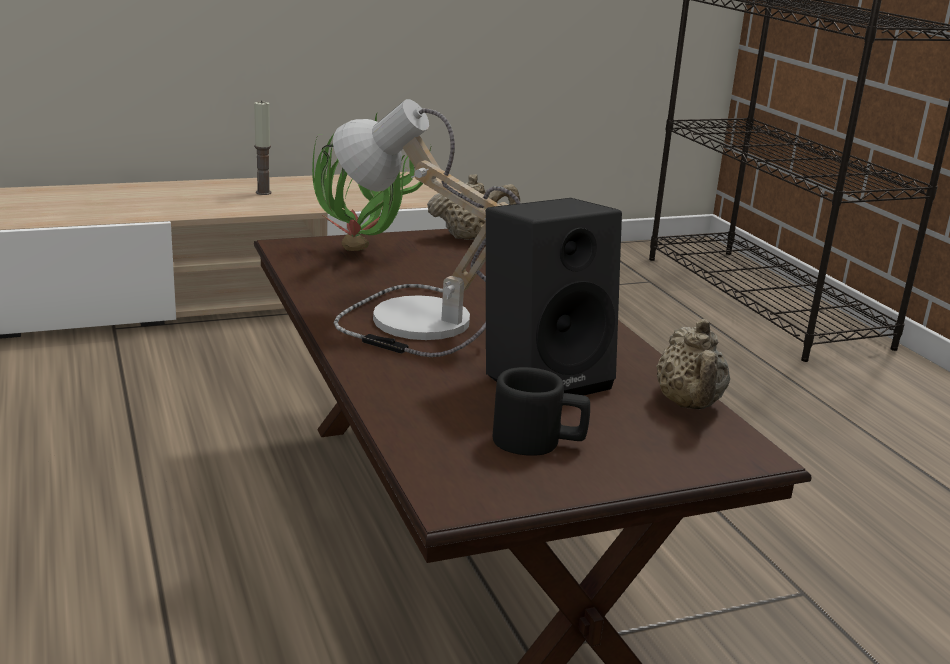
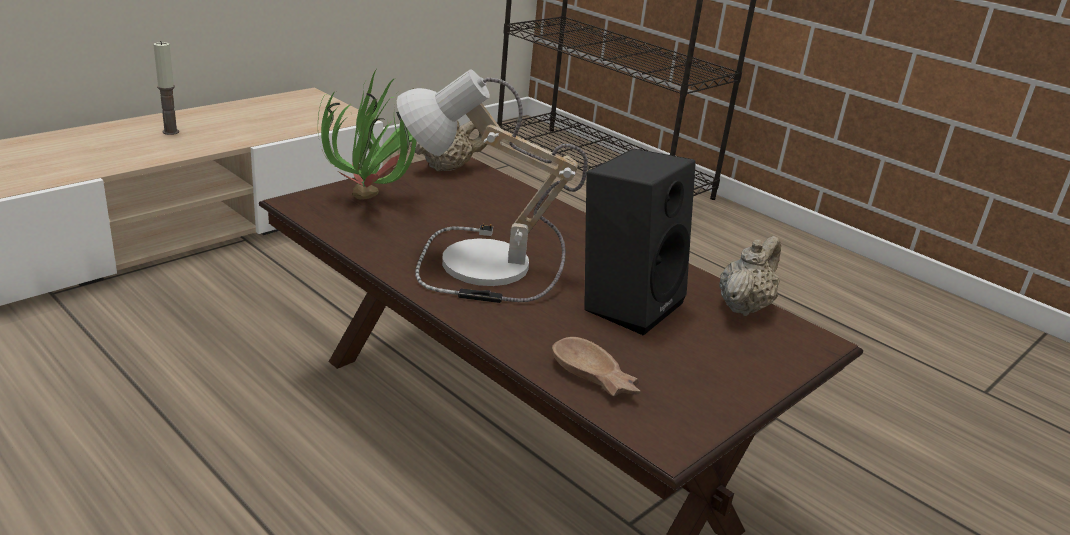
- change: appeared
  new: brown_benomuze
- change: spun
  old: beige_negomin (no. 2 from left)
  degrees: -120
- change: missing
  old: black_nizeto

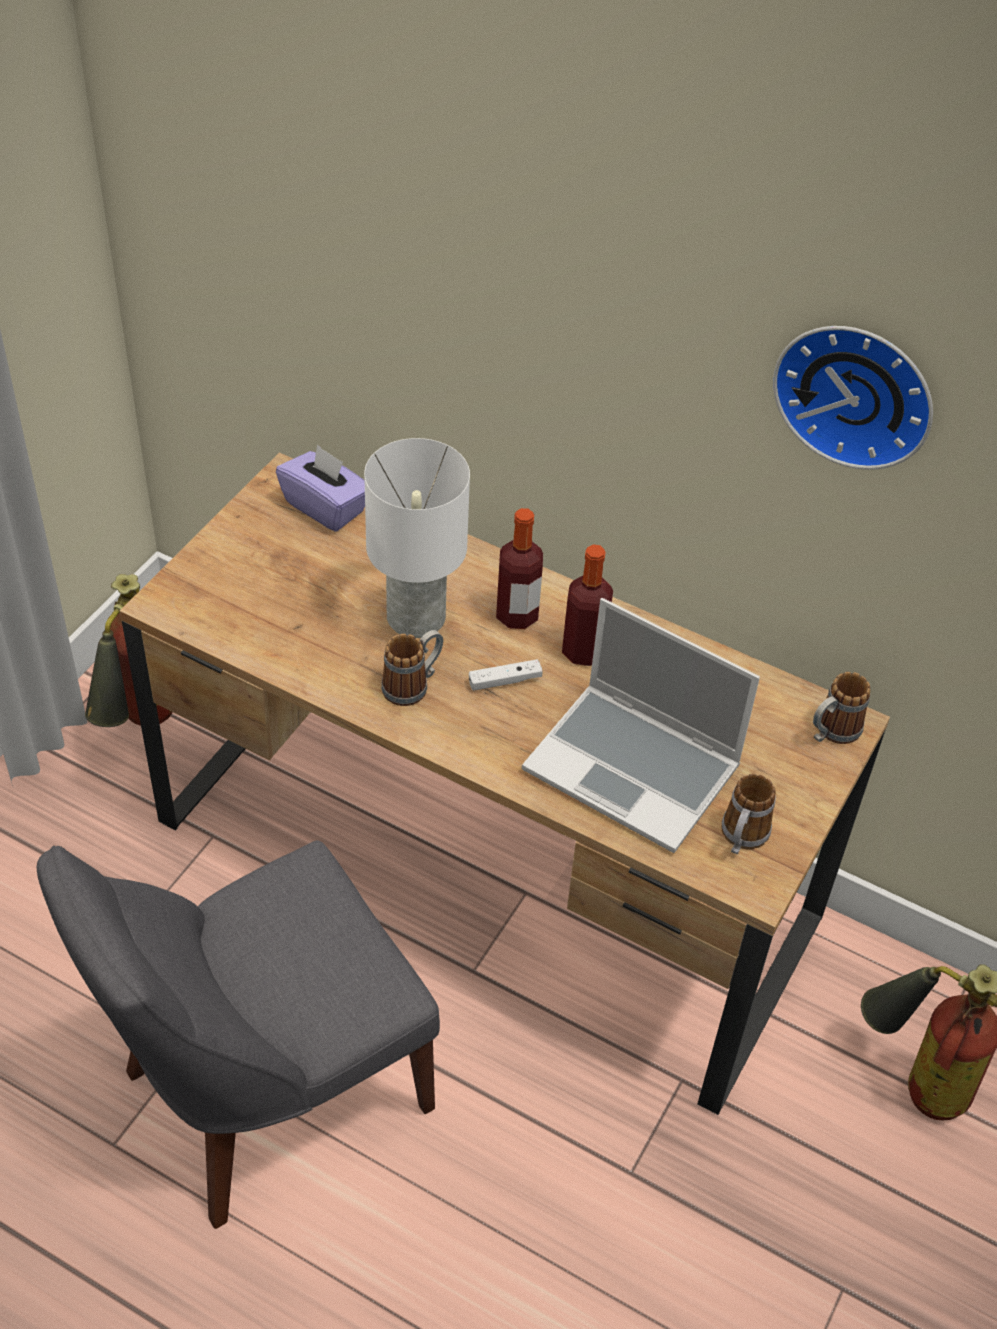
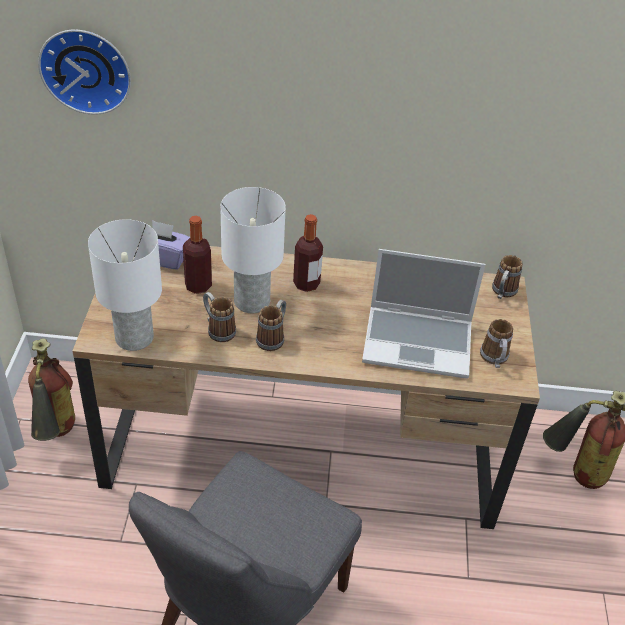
- change: relocated
  old: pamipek
- change: appeared
  new: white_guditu (no. 1 from left)
- change: relocated
  old: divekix (no. 2 from left in the first image)
  new: divekix (no. 1 from left)
- change: appeared
  new: nizeto (no. 1 from left)
- change: missing
  old: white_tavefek

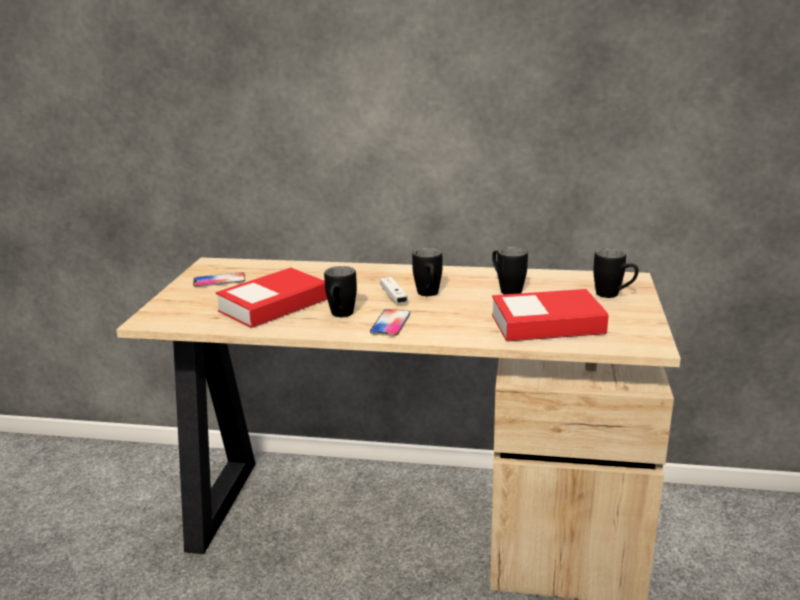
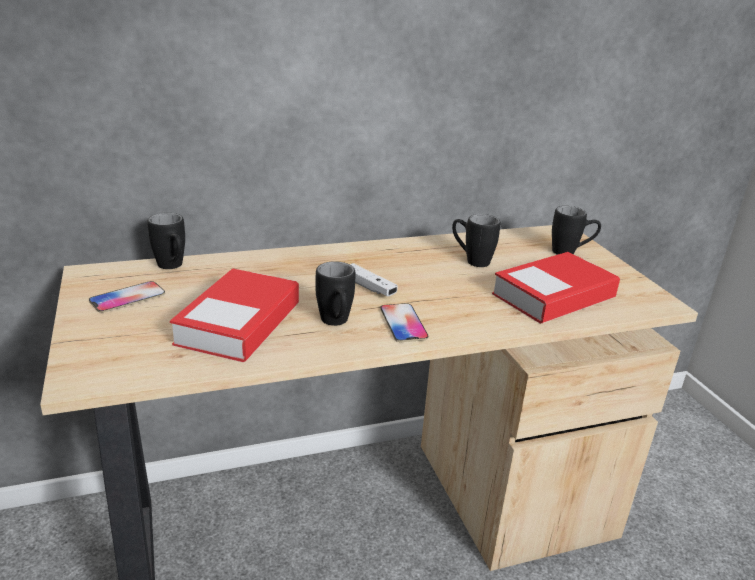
- change: relocated
  old: black_nizeto (no. 2 from left in the first image)
  new: black_nizeto (no. 1 from left)

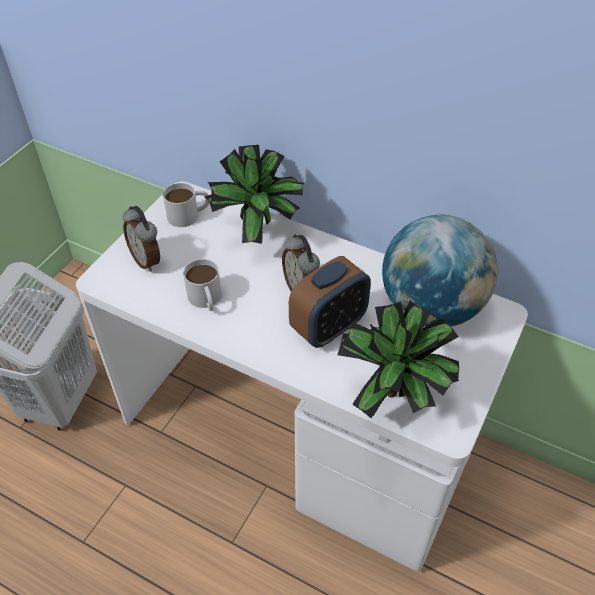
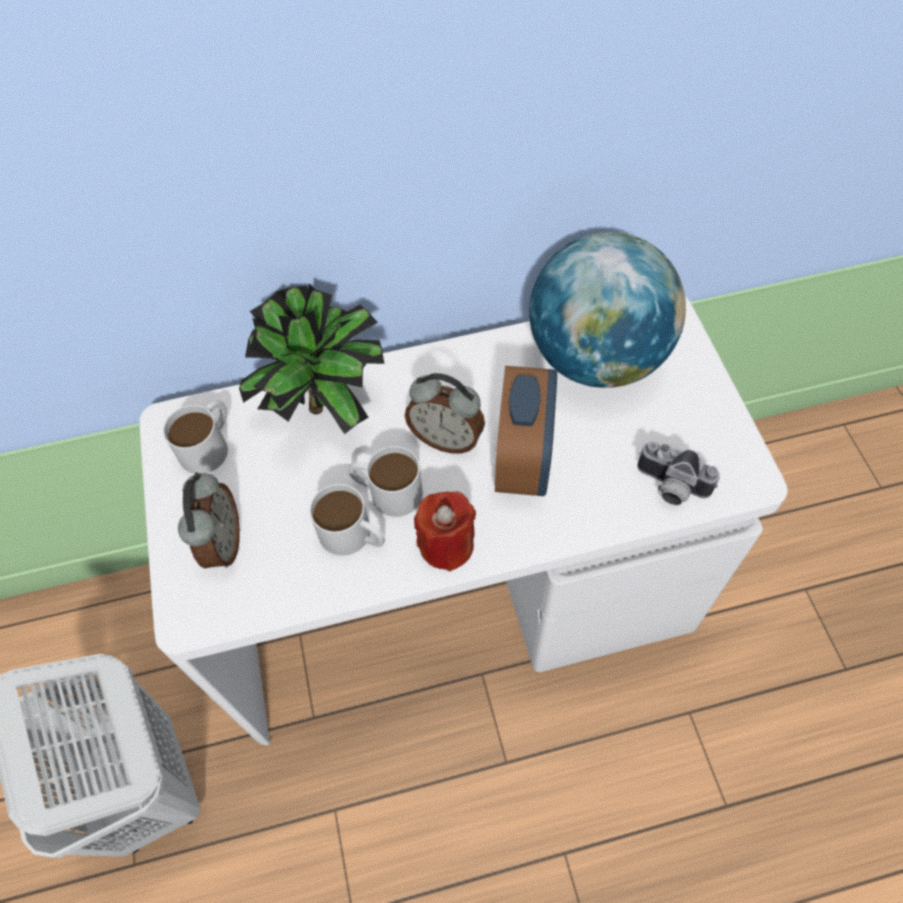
- change: spun
  old: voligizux (no. 1 from left)
  degrees: -105
- change: appeared
  new: white_nizeto (no. 3 from left)
- change: appeared
  new: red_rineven
- change: exchanged
  old: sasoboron (no. 2 from left)
  new: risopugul

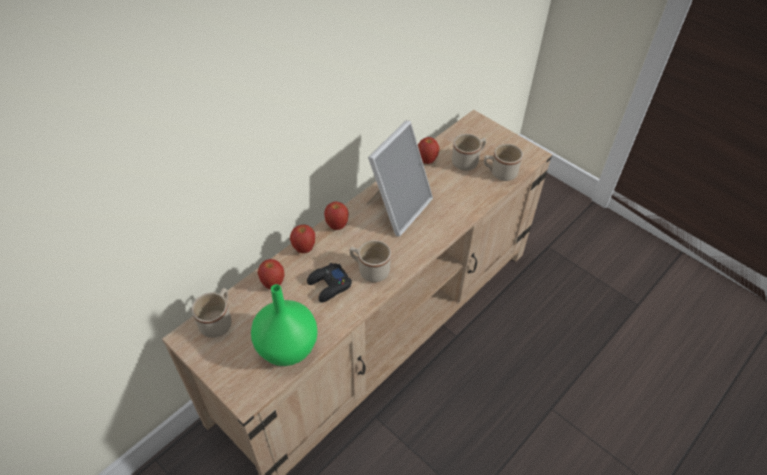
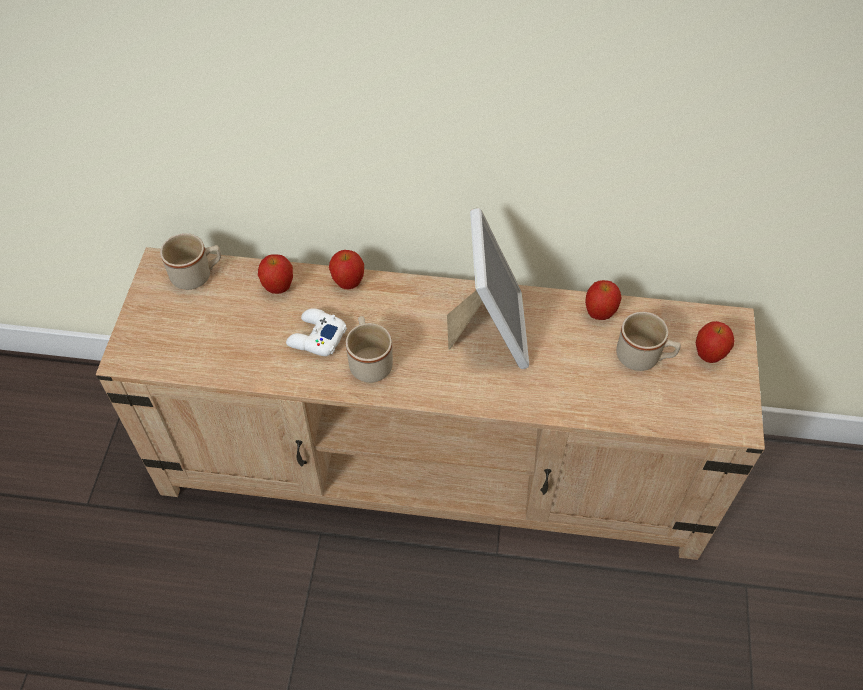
- change: colour
  old: black_tavefek
  new: white_tavefek
- change: spun
  old: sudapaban
  degrees: -90
- change: relocated
  old: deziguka (no. 3 from left in the first image)
  new: deziguka (no. 4 from left)
- change: missing
  old: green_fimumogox
- change: missing
  old: beige_nizeto (no. 4 from left)

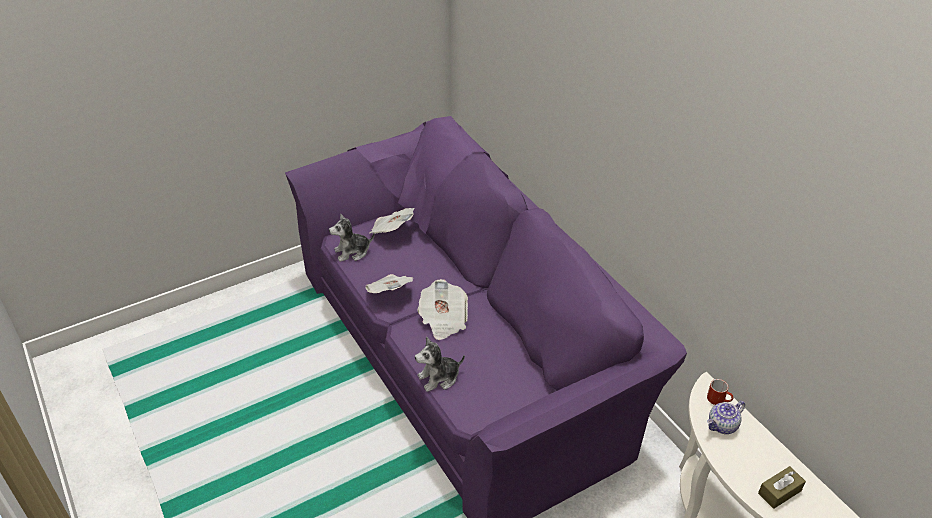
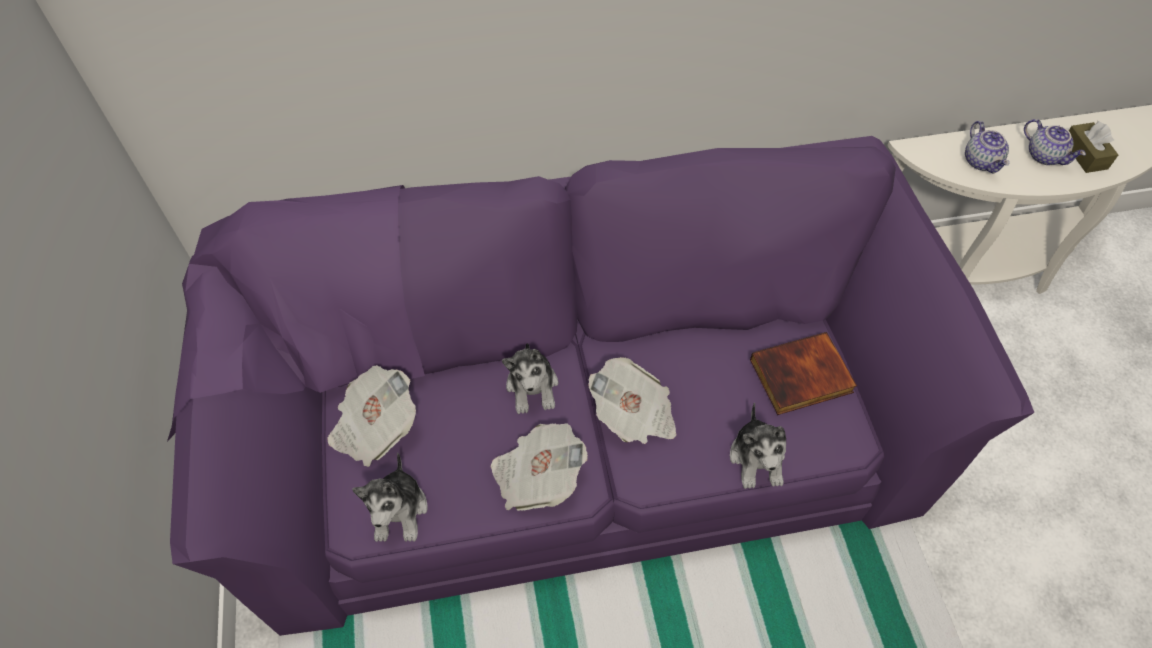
- change: appeared
  new: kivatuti (no. 2 from left)
- change: appeared
  new: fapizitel
- change: appeared
  new: negomin (no. 2 from left)
- change: missing
  old: red_nizeto

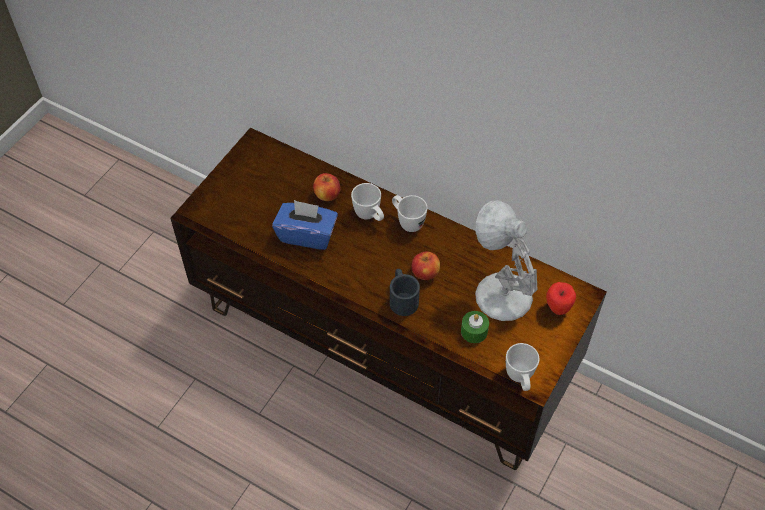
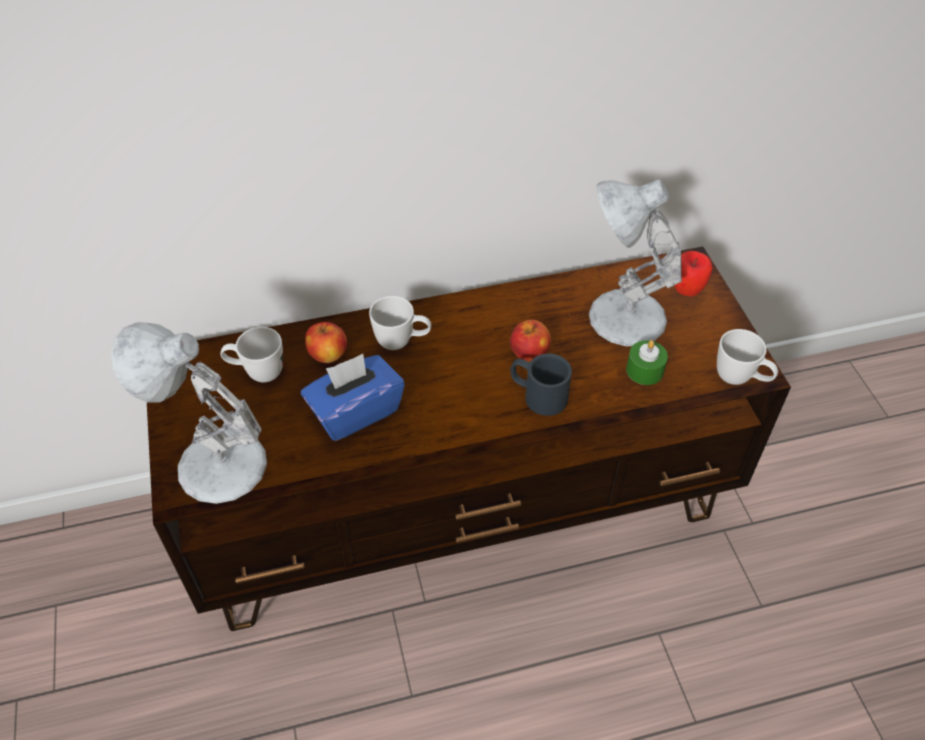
- change: appeared
  new: white_guditu (no. 1 from left)
- change: relocated
  old: white_nizeto (no. 2 from left in the first image)
  new: white_nizeto (no. 1 from left)

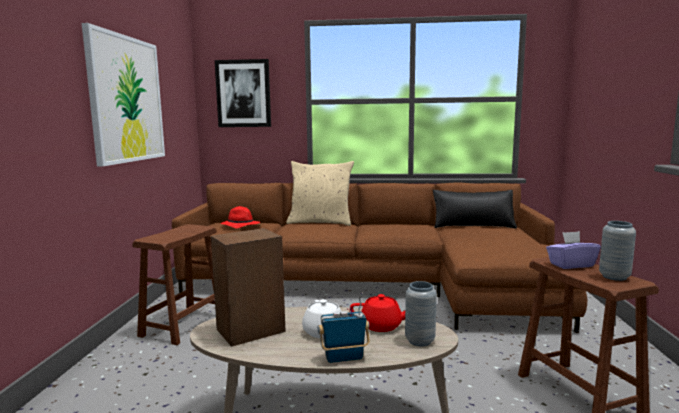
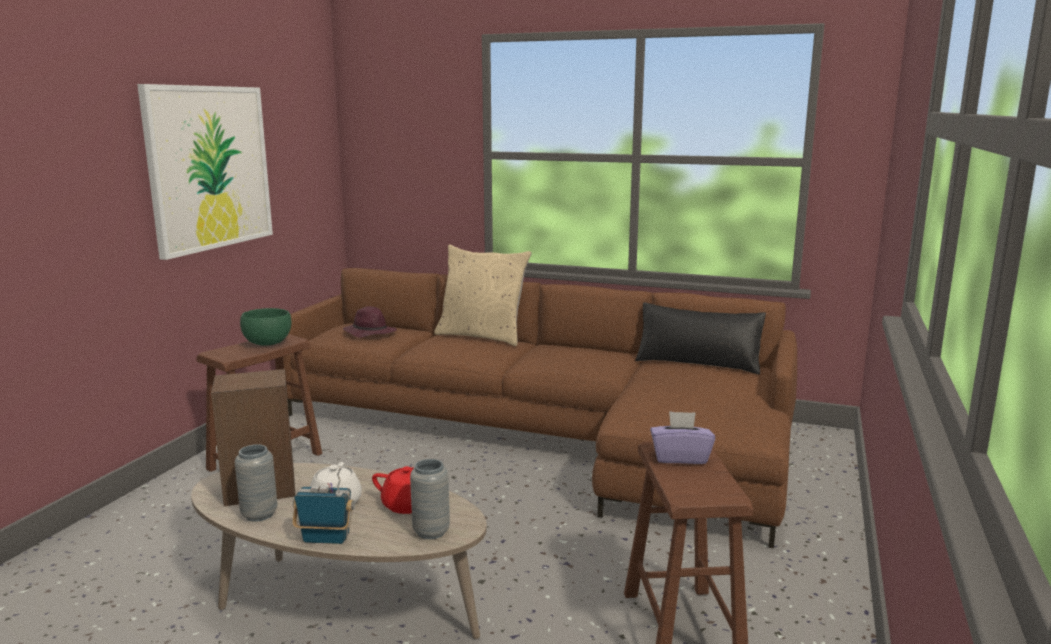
- change: relocated
  old: grey_fimumogox (no. 2 from left in the first image)
  new: grey_fimumogox (no. 1 from left)
- change: appeared
  new: green_benomuze
- change: colour
  old: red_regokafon
  new: purple_regokafon
- change: missing
  old: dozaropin (no. 2 from left)

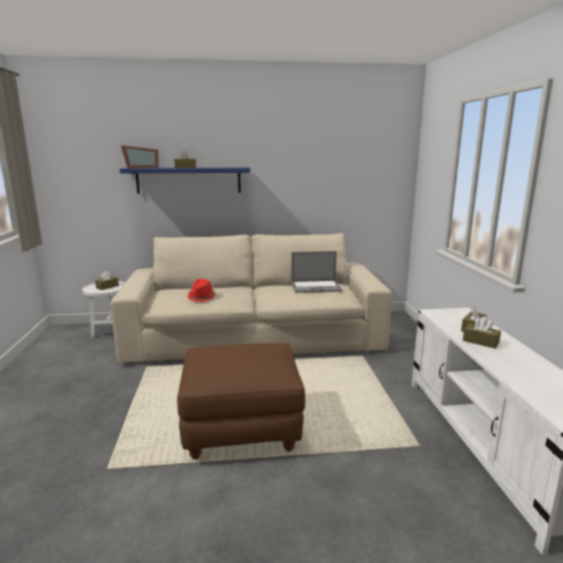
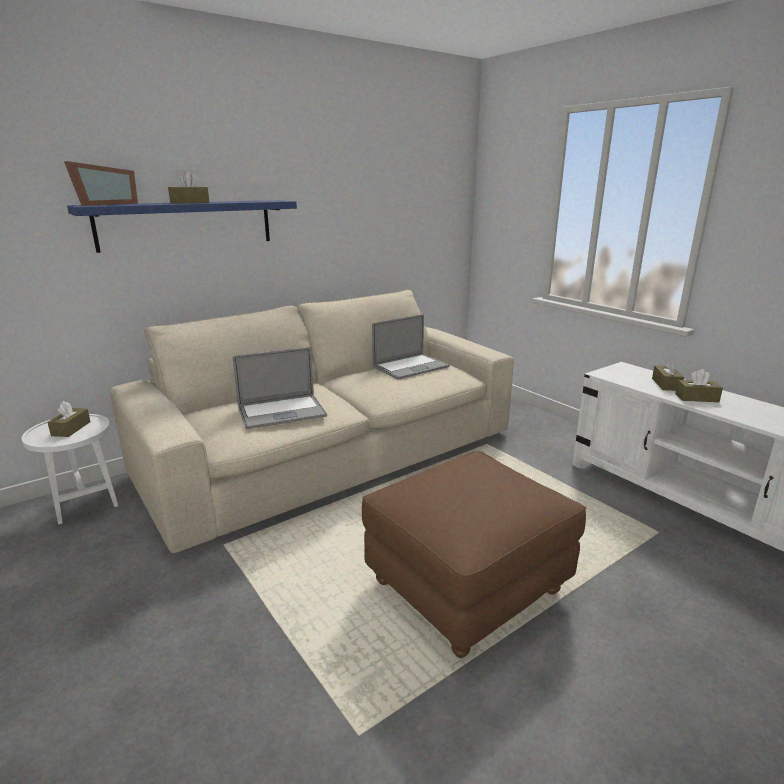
- change: exchanged
  old: red_regokafon
  new: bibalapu (no. 1 from left)

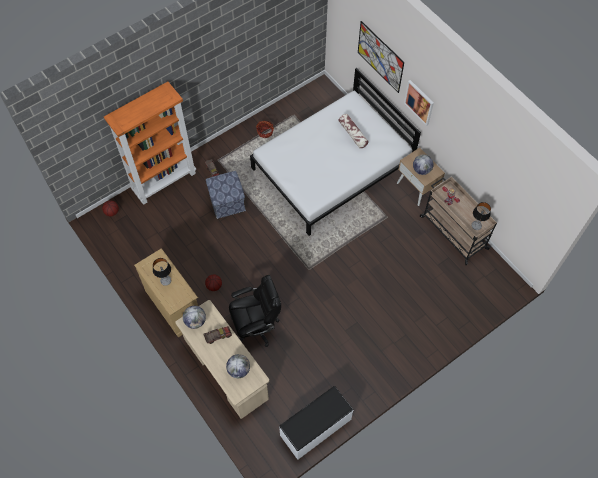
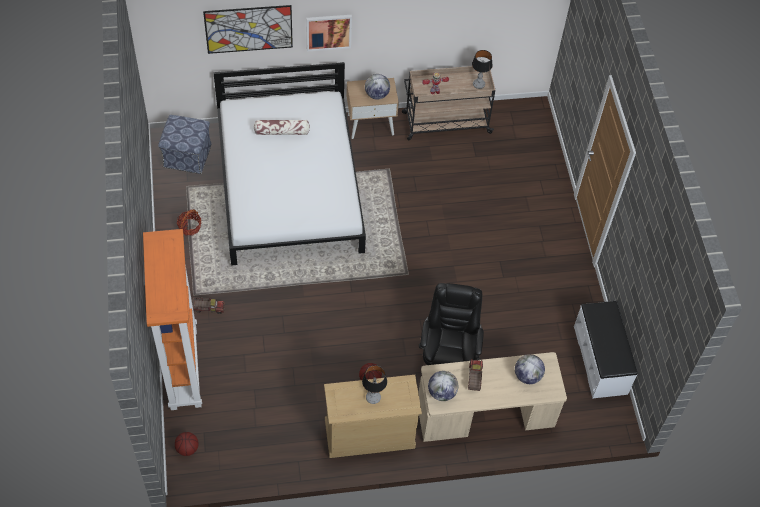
- change: relocated
  old: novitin

